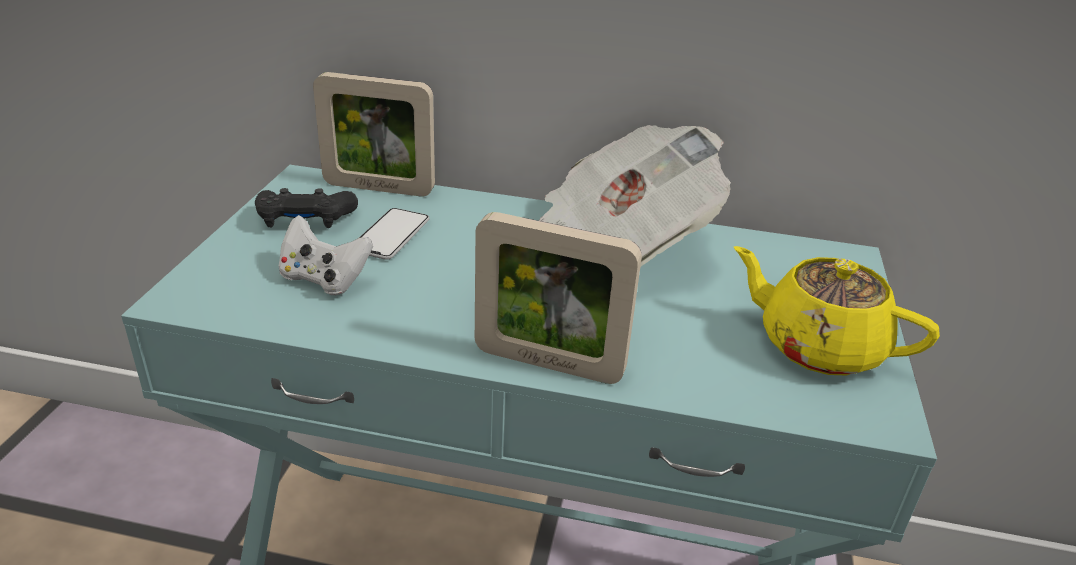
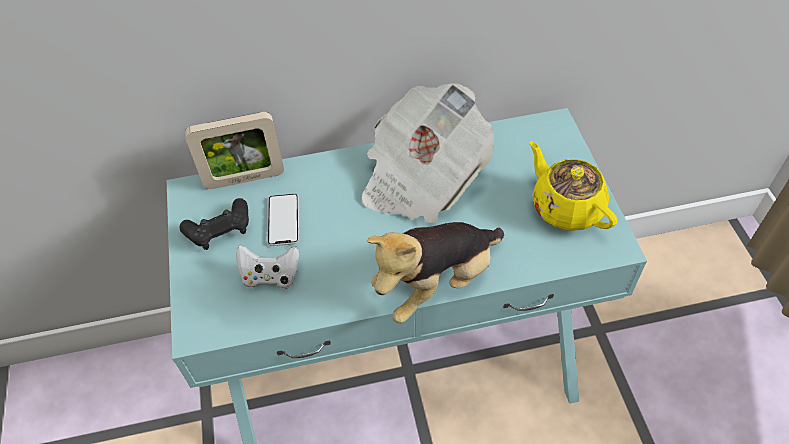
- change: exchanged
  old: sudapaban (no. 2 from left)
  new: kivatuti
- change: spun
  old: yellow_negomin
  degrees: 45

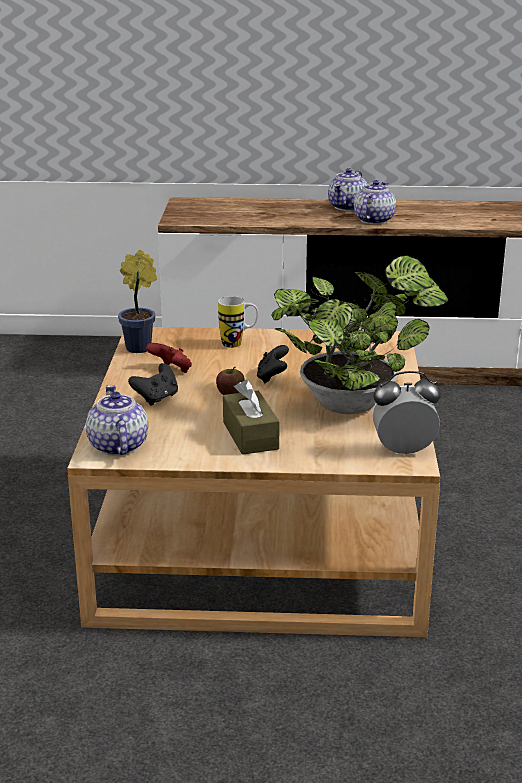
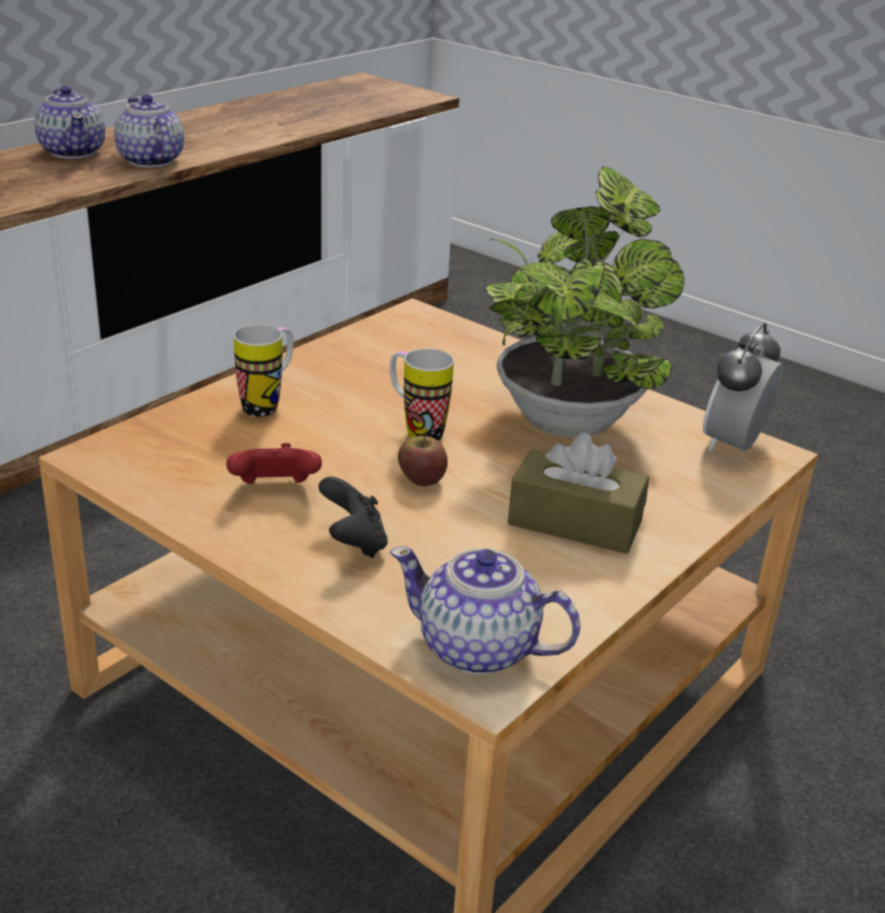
- change: exchanged
  old: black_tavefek (no. 2 from left)
  new: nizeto (no. 2 from left)
- change: missing
  old: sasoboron (no. 1 from left)

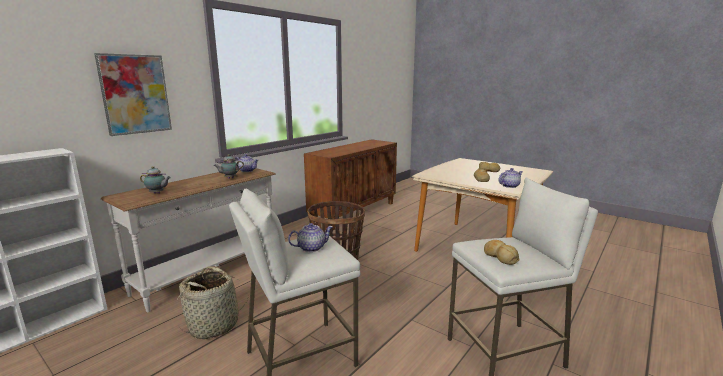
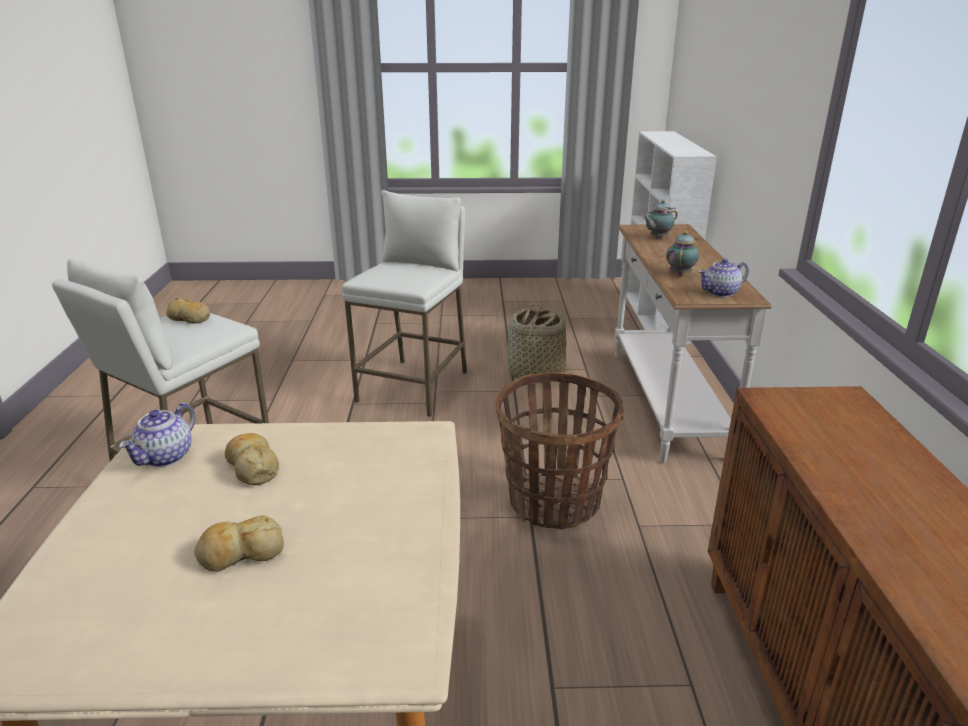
- change: missing
  old: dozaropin
- change: missing
  old: negomin (no. 4 from left)

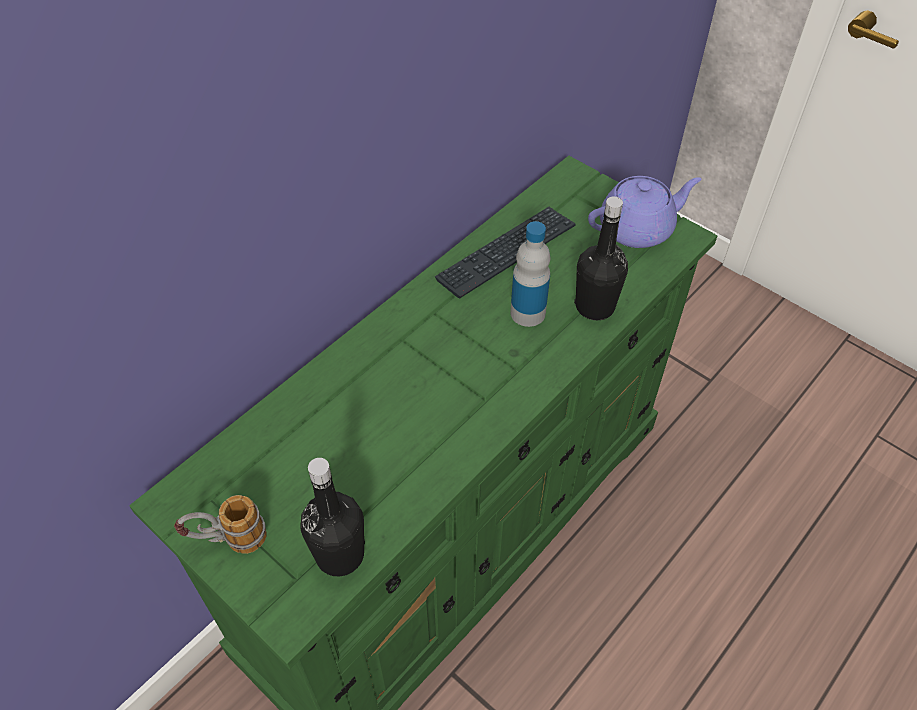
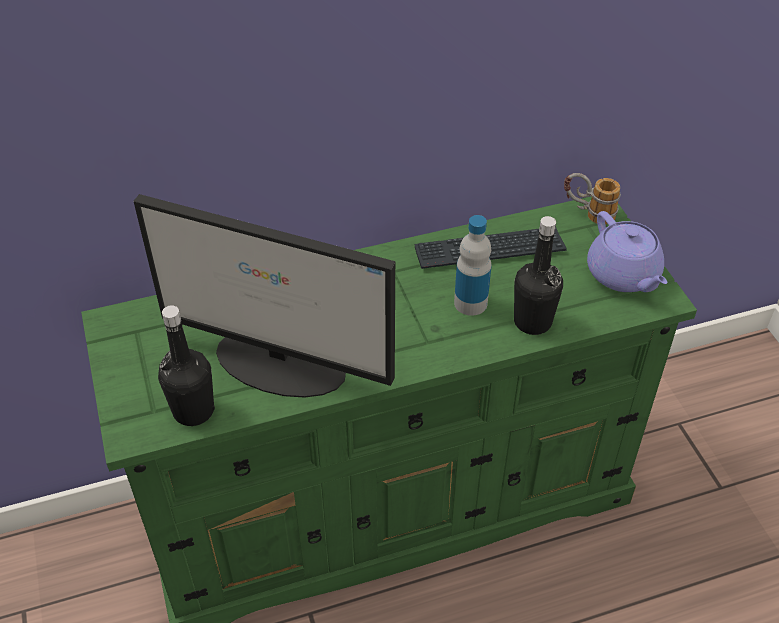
- change: appeared
  new: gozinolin
- change: relocated
  old: nizeto
- change: spun
  old: purple_negomin
  degrees: 60

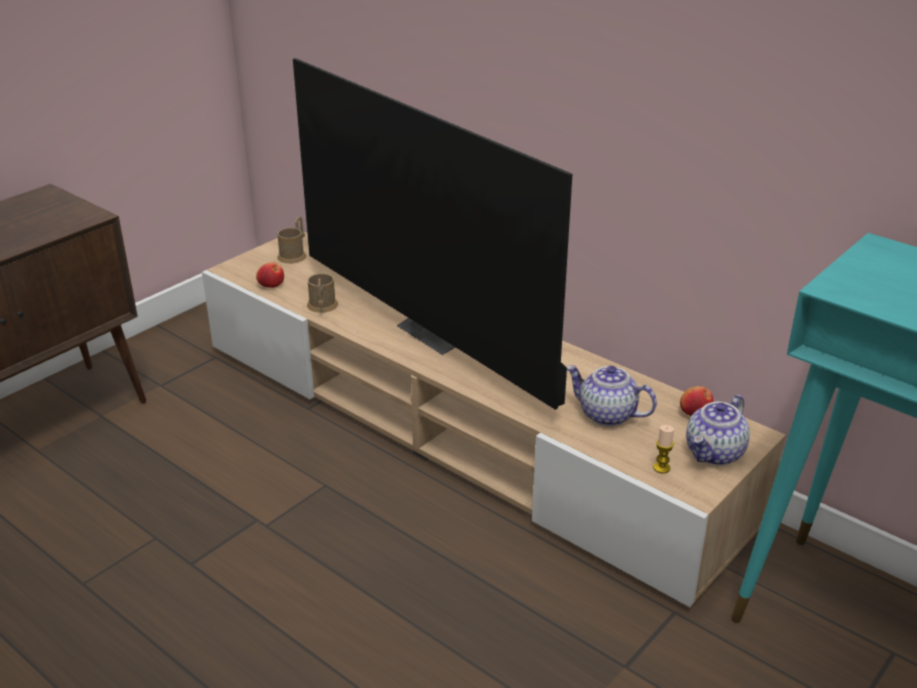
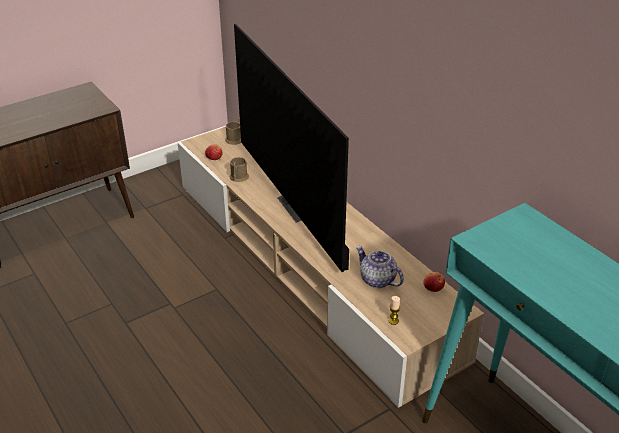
- change: missing
  old: negomin (no. 2 from left)

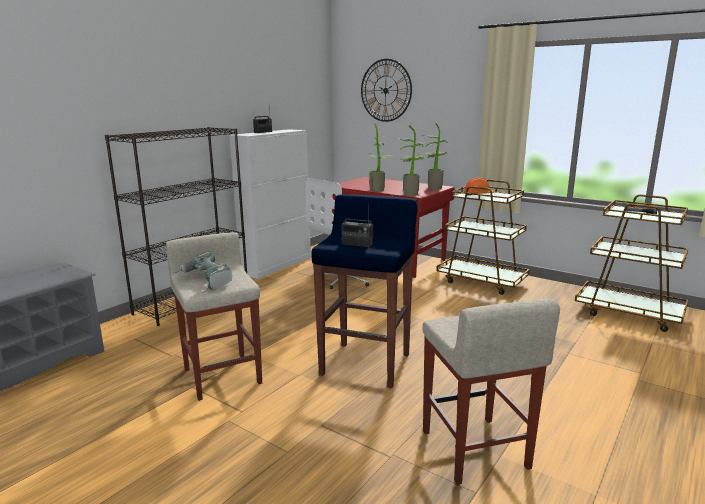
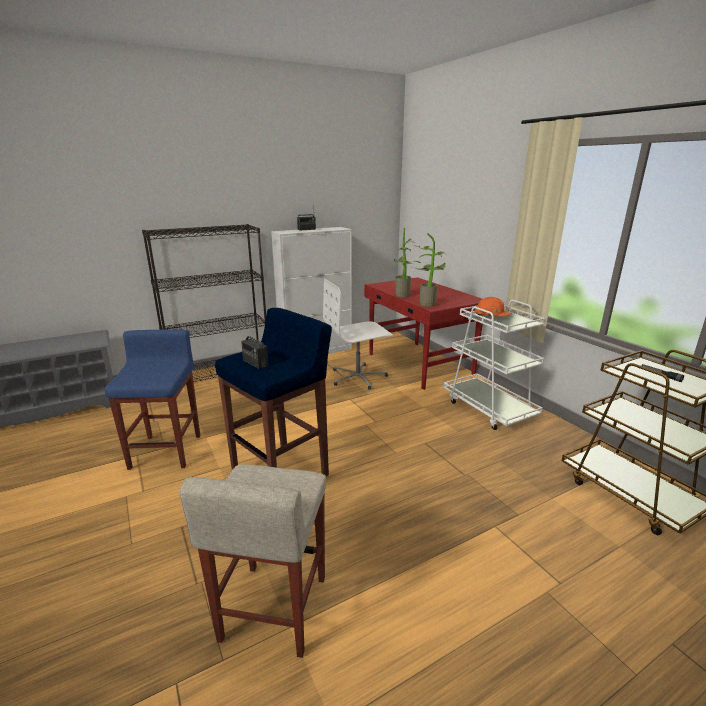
- change: colour
  old: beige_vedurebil (no. 1 from left)
  new: blue_vedurebil (no. 1 from left)
- change: colour
  old: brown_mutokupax (no. 1 from left)
  new: white_mutokupax
- change: missing
  old: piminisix
- change: missing
  old: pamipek
- change: missing
  old: sasoboron (no. 3 from left)

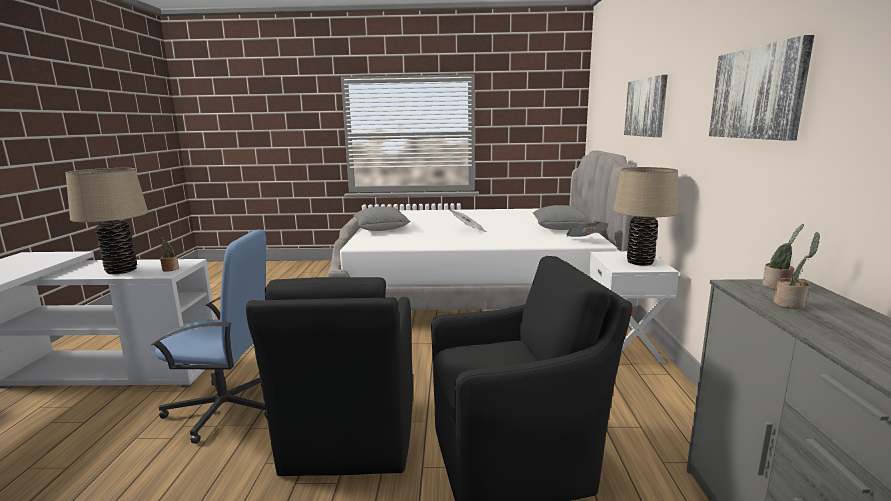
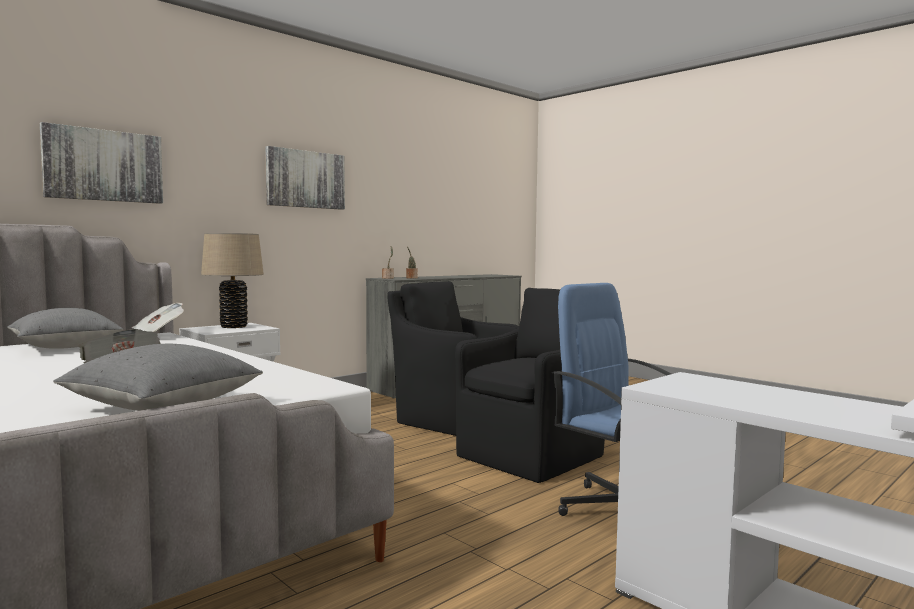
- change: missing
  old: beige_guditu (no. 1 from left)
- change: missing
  old: sasoboron (no. 1 from left)

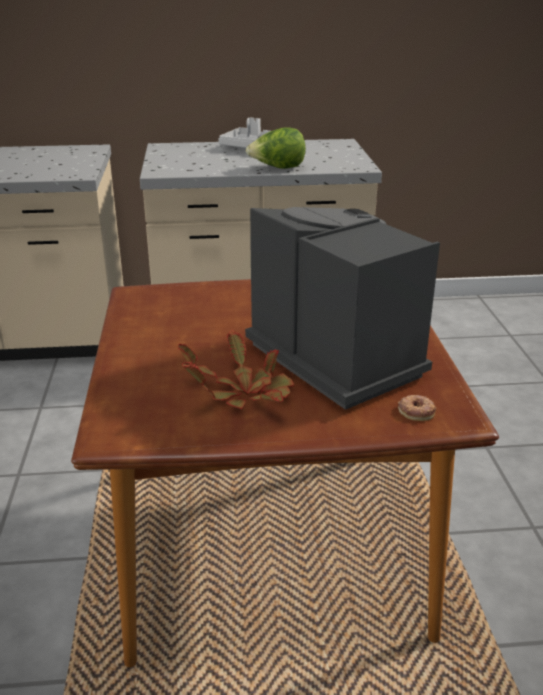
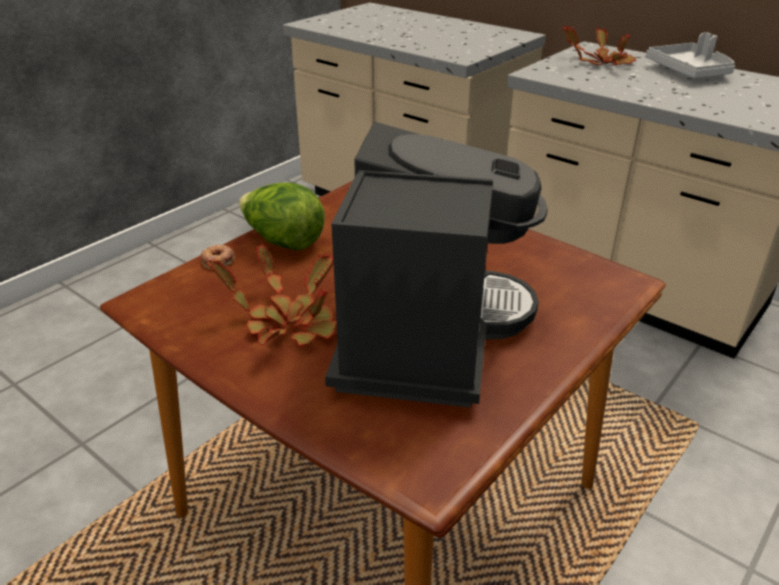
- change: relocated
  old: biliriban
- change: relocated
  old: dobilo
- change: appeared
  new: sasoboron (no. 2 from left)

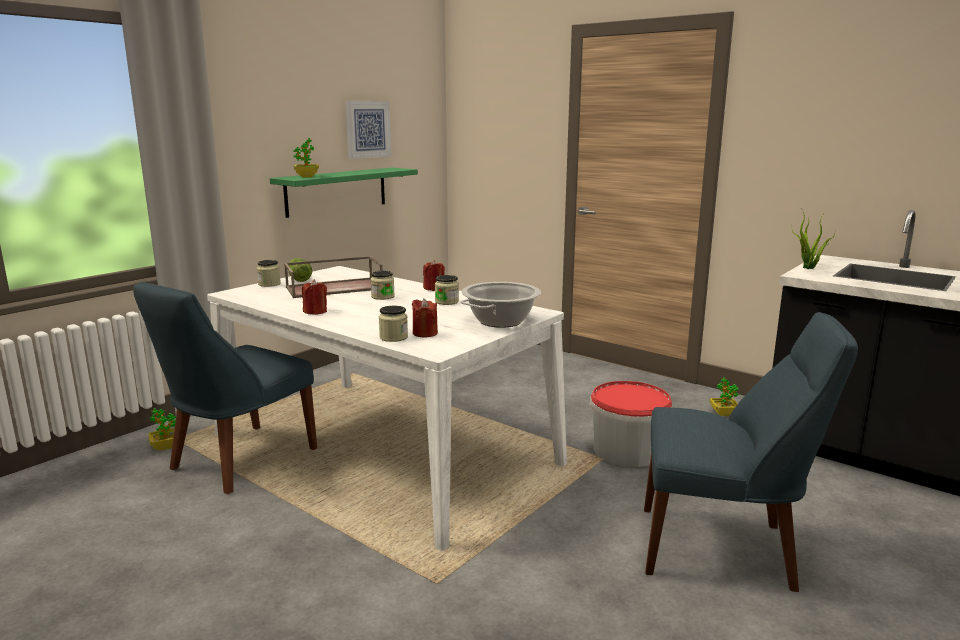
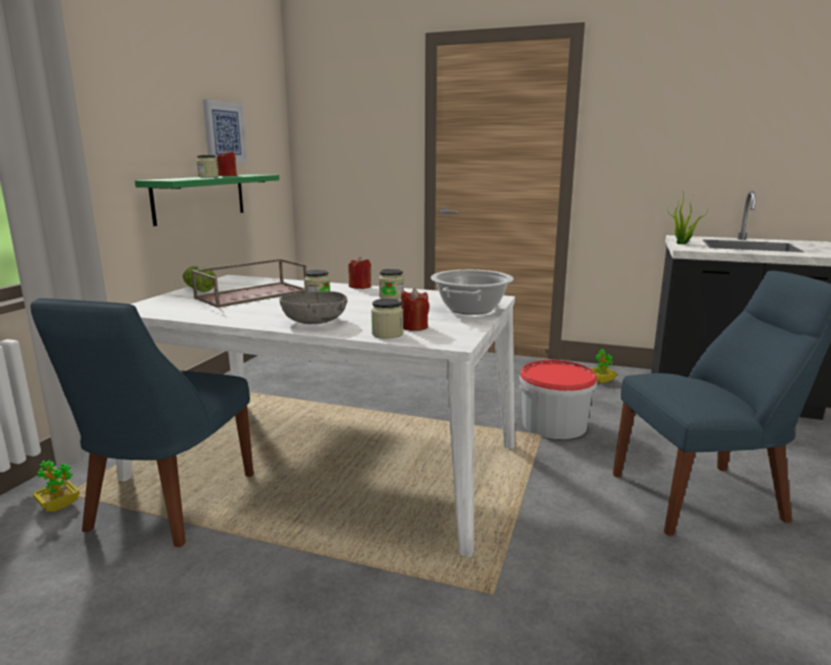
- change: relocated
  old: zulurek (no. 1 from left)
- change: relocated
  old: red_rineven (no. 1 from left)
- change: appeared
  new: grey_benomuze
- change: missing
  old: sasoboron (no. 2 from left)

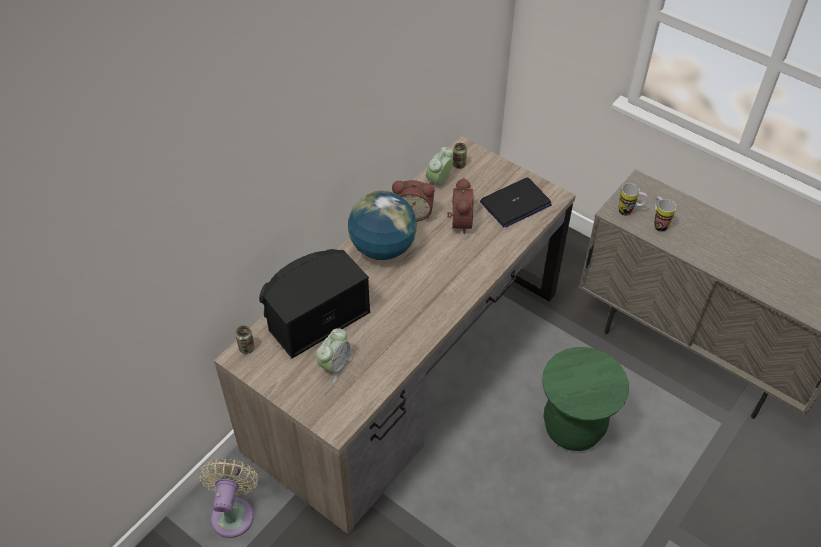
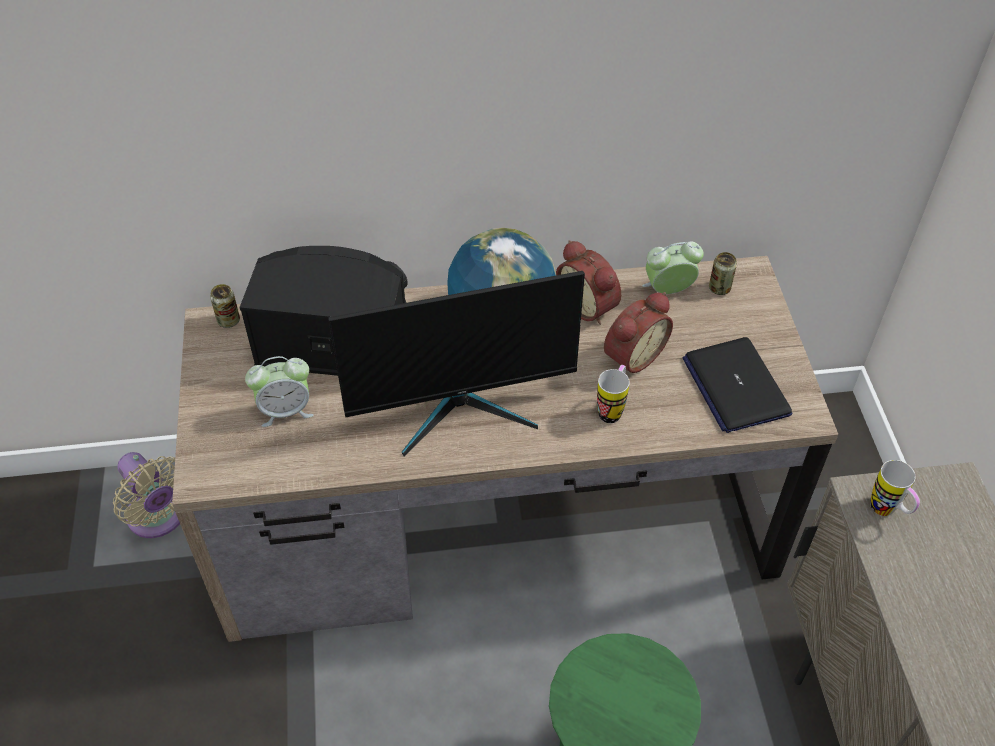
- change: spun
  old: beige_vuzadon
  degrees: 90
- change: appeared
  new: gozinolin
- change: relocated
  old: nizeto (no. 2 from left in the first image)
  new: nizeto (no. 1 from left)
- change: spun
  old: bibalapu
  degrees: 60

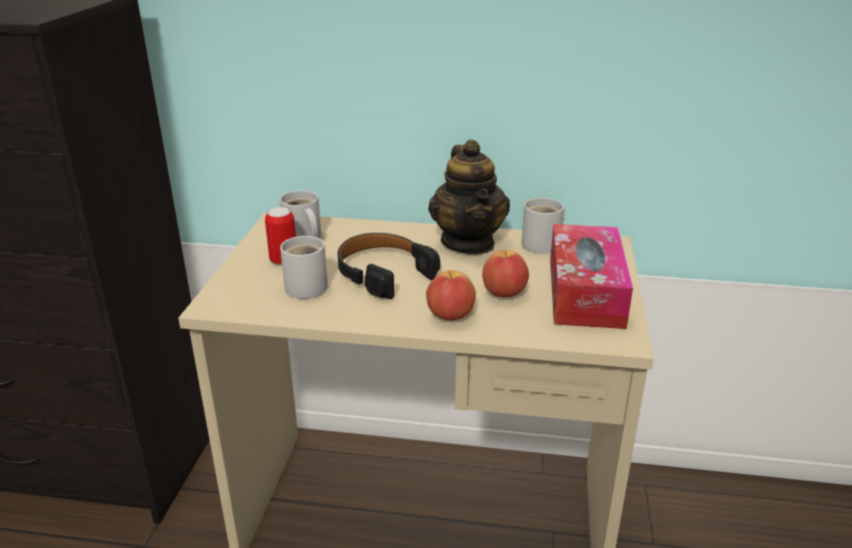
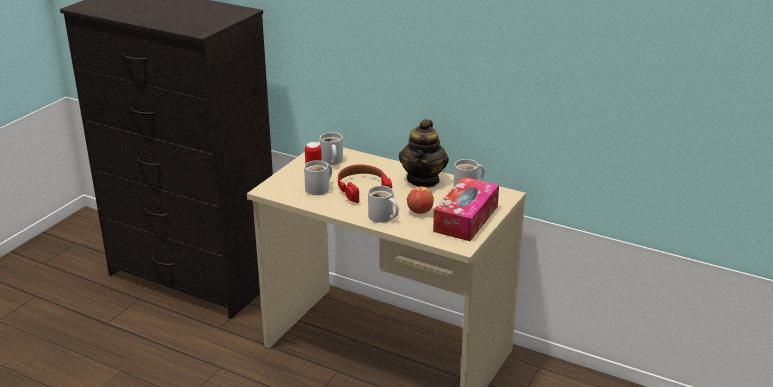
- change: colour
  old: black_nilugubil
  new: red_nilugubil
- change: exchanged
  old: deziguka (no. 1 from left)
  new: white_nizeto (no. 3 from left)

